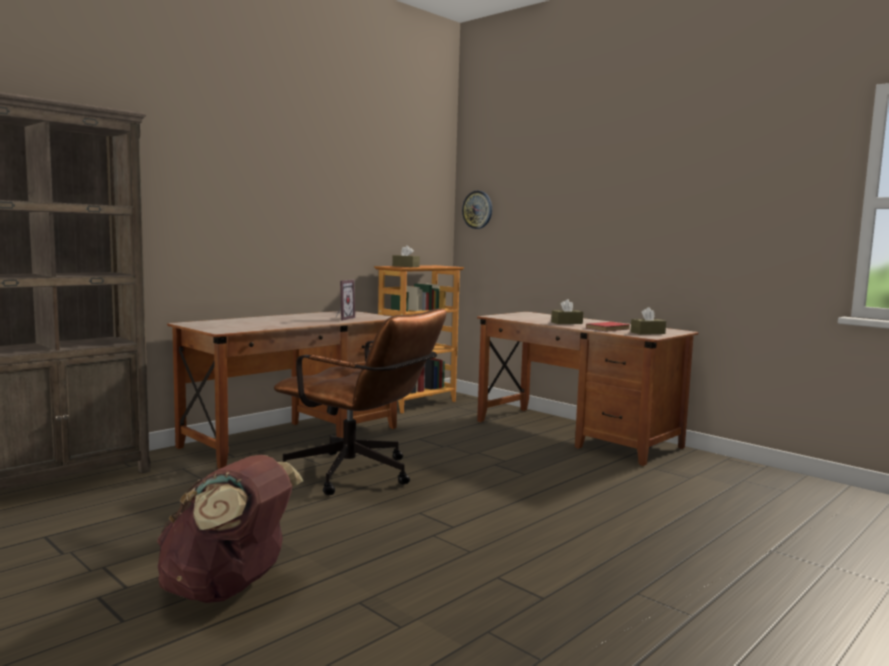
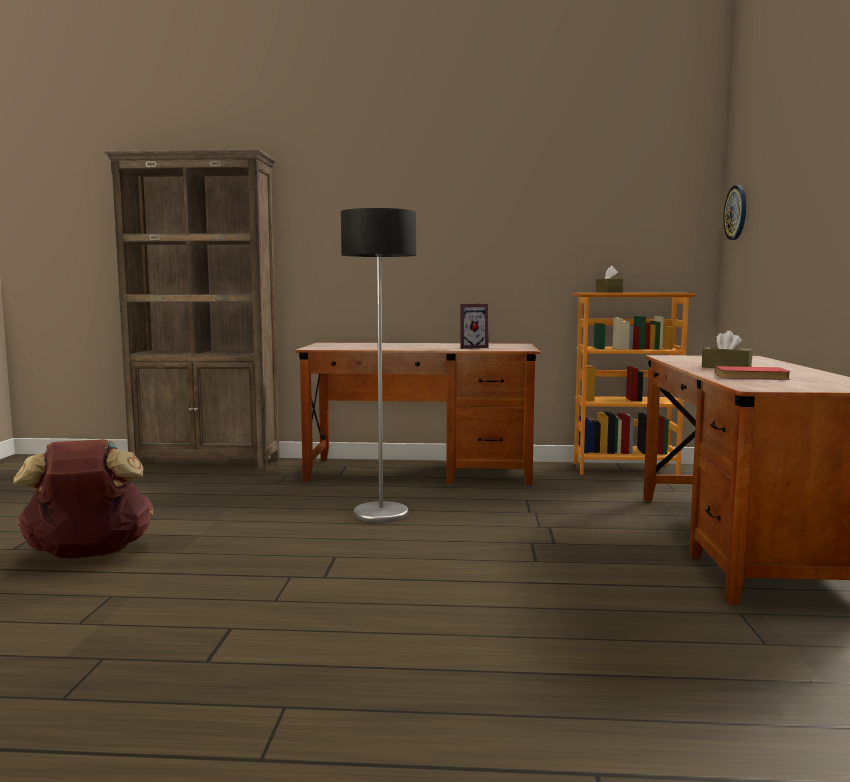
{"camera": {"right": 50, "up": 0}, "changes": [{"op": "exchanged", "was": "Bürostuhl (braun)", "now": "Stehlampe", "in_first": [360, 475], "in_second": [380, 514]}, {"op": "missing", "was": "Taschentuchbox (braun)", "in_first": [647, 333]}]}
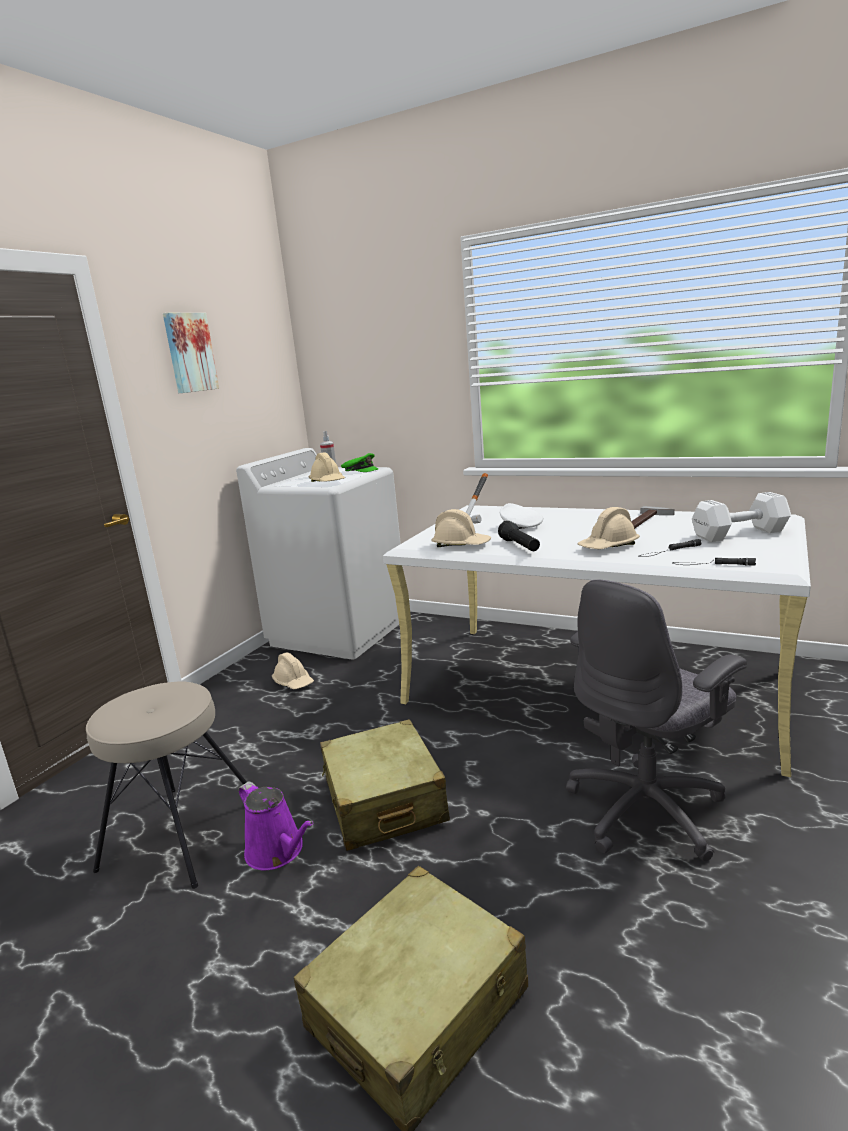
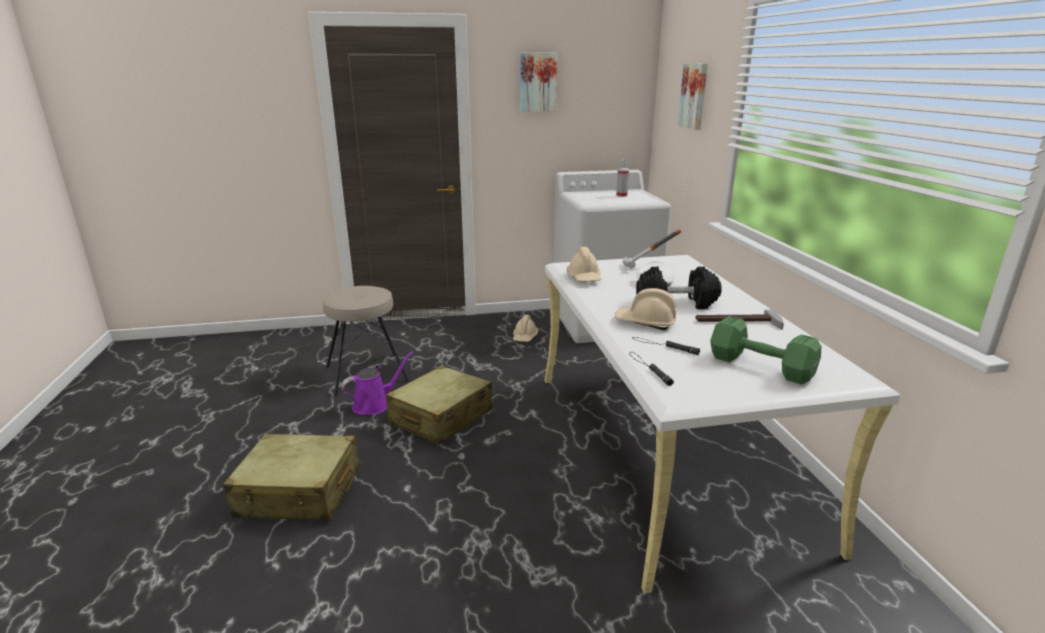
{"camera": {"right": 50, "up": 5}, "changes": [{"op": "spun", "was": "Gießkanne (lila)", "in_first": [278, 851], "in_second": [374, 404], "clockwise": -135}, {"op": "missing", "was": "Schutzhelm (beige)", "in_first": [328, 482]}, {"op": "missing", "was": "Kappe (grün)", "in_first": [360, 470]}, {"op": "missing", "was": "Taschenlampe (schwarz)", "in_first": [520, 546]}, {"op": "missing", "was": "Bürostuhl (grau)", "in_first": [648, 810]}, {"op": "colour", "was": "Hantel (weiß)", "now": "Hantel (grün)", "in_first": [737, 534], "in_second": [758, 365]}, {"op": "appeared", "now": "Hantel (schwarz)", "in_second": [676, 303]}, {"op": "appeared", "now": "Bild", "in_second": [694, 96]}]}
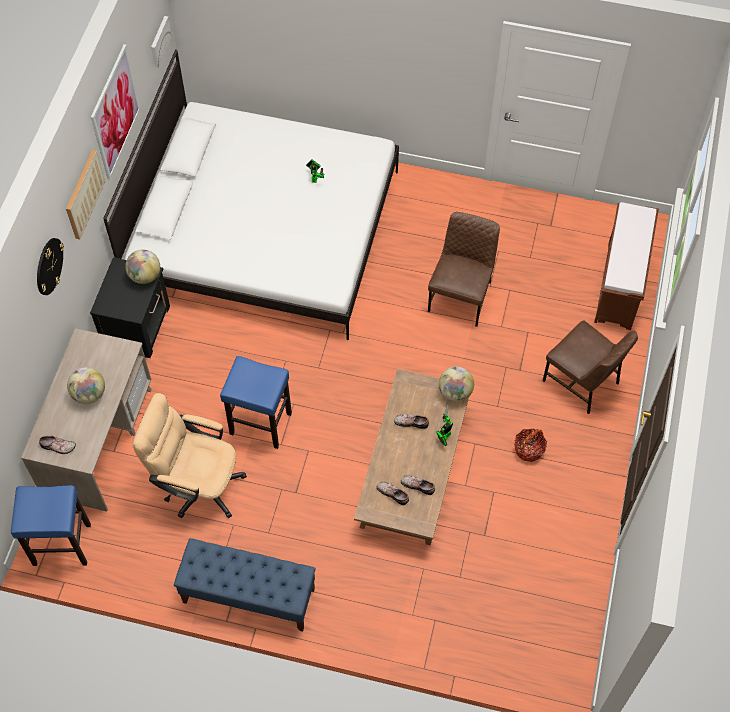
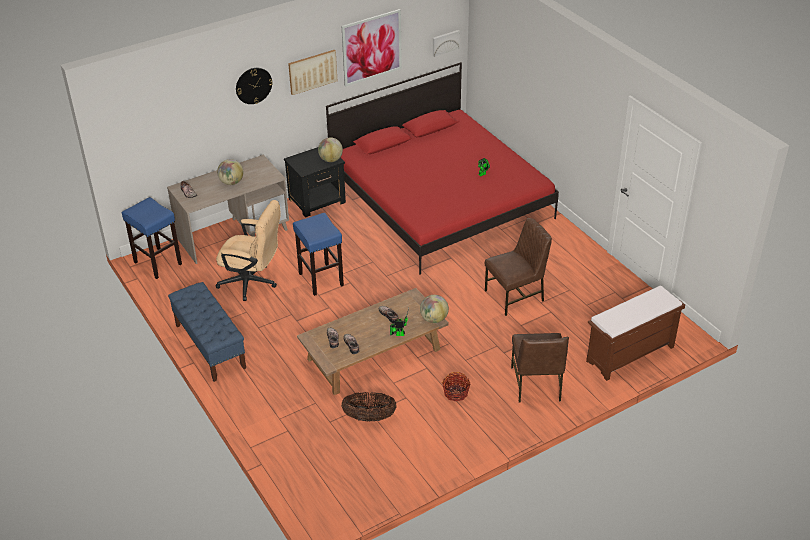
{"camera": {"right": 45, "up": -20}, "changes": [{"op": "colour", "was": "Bett (weiß)", "now": "Bett (rot)", "in_first": [264, 230], "in_second": [441, 201]}, {"op": "spun", "was": "Bürostuhl (beige)", "in_first": [197, 484], "in_second": [253, 283], "clockwise": 135}, {"op": "appeared", "now": "Korb", "in_second": [369, 417]}]}
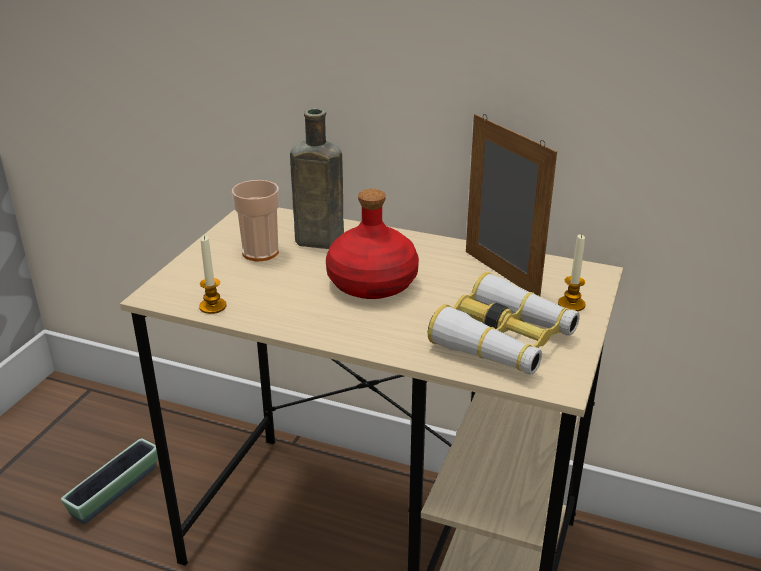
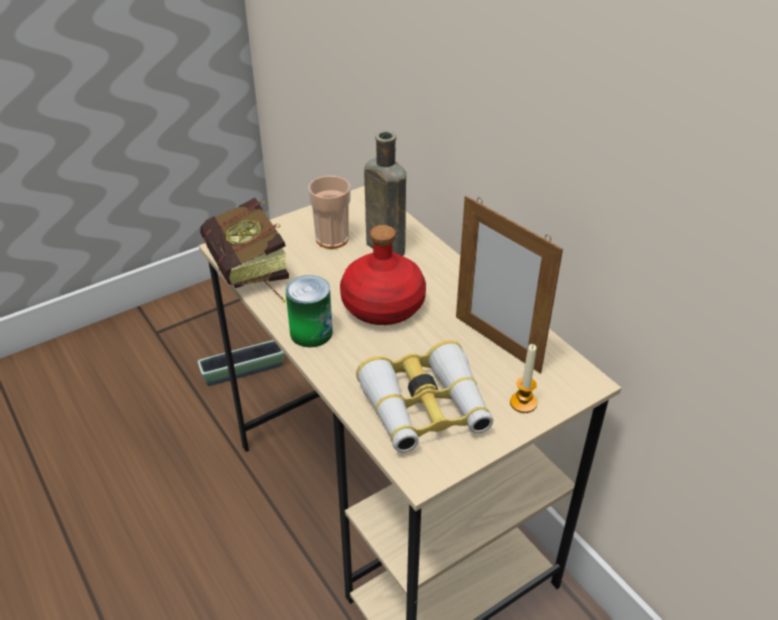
{"camera": {"right": 35, "up": 10}, "changes": [{"op": "exchanged", "was": "Kerze", "now": "Buch", "in_first": [212, 306], "in_second": [251, 275]}, {"op": "spun", "was": "Bilderrahmen", "in_first": [500, 274], "in_second": [497, 343], "clockwise": 135}, {"op": "appeared", "now": "Dose", "in_second": [311, 332]}]}
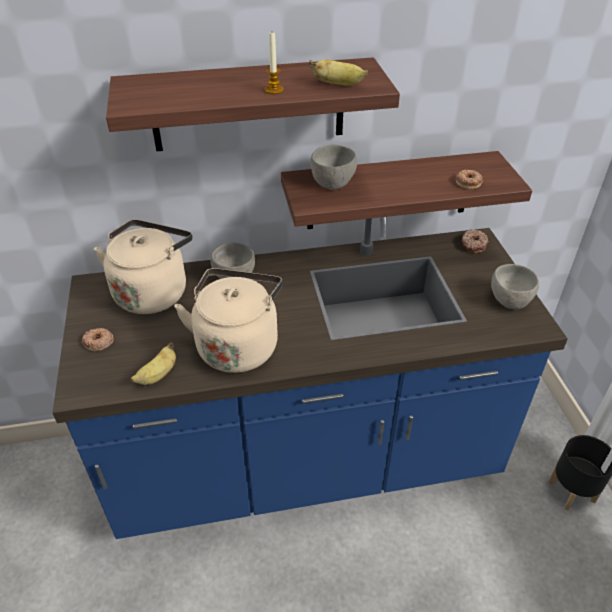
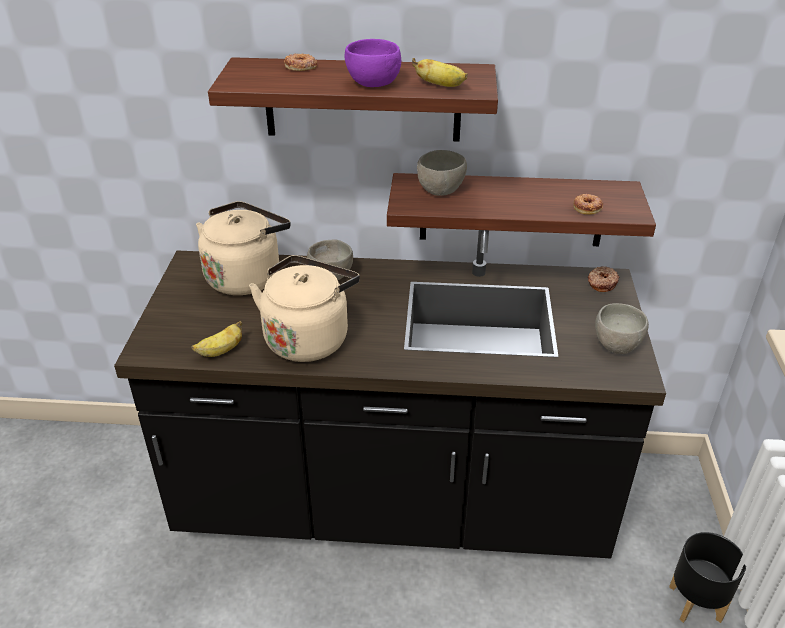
{"camera": {"right": 15, "up": -5}, "changes": [{"op": "colour", "was": "Küchenzeile (blau)", "now": "Küchenzeile (schwarz)", "in_first": [306, 463], "in_second": [392, 504]}, {"op": "relocated", "was": "Donut", "in_first": [98, 342], "in_second": [300, 66]}, {"op": "exchanged", "was": "Kerze", "now": "Schüssel (lila)", "in_first": [274, 90], "in_second": [374, 84]}]}
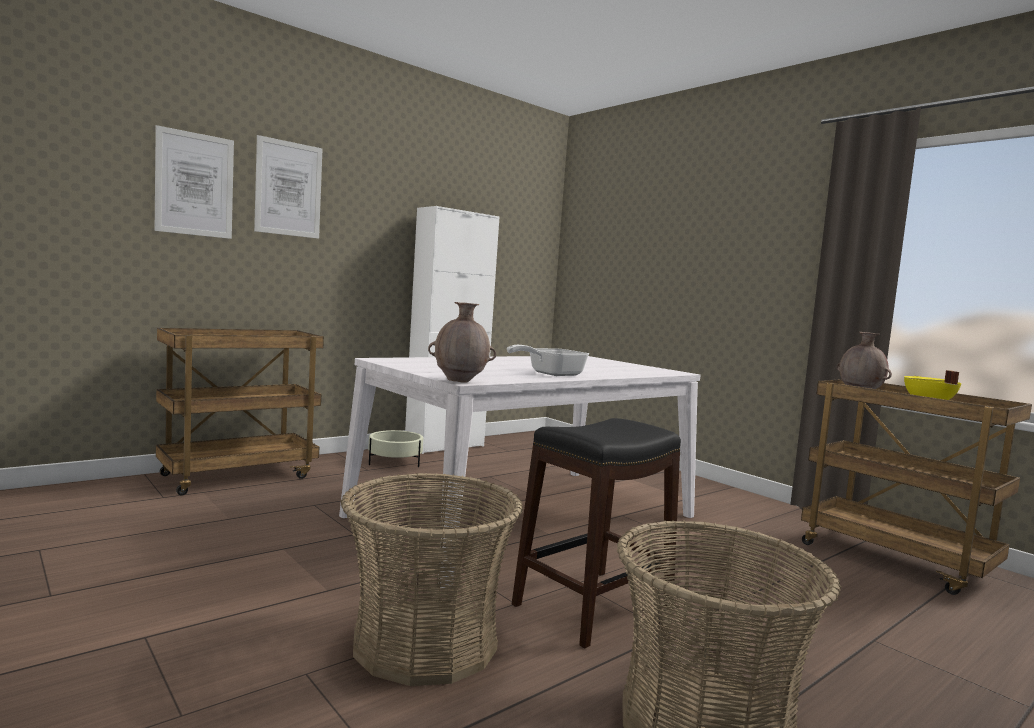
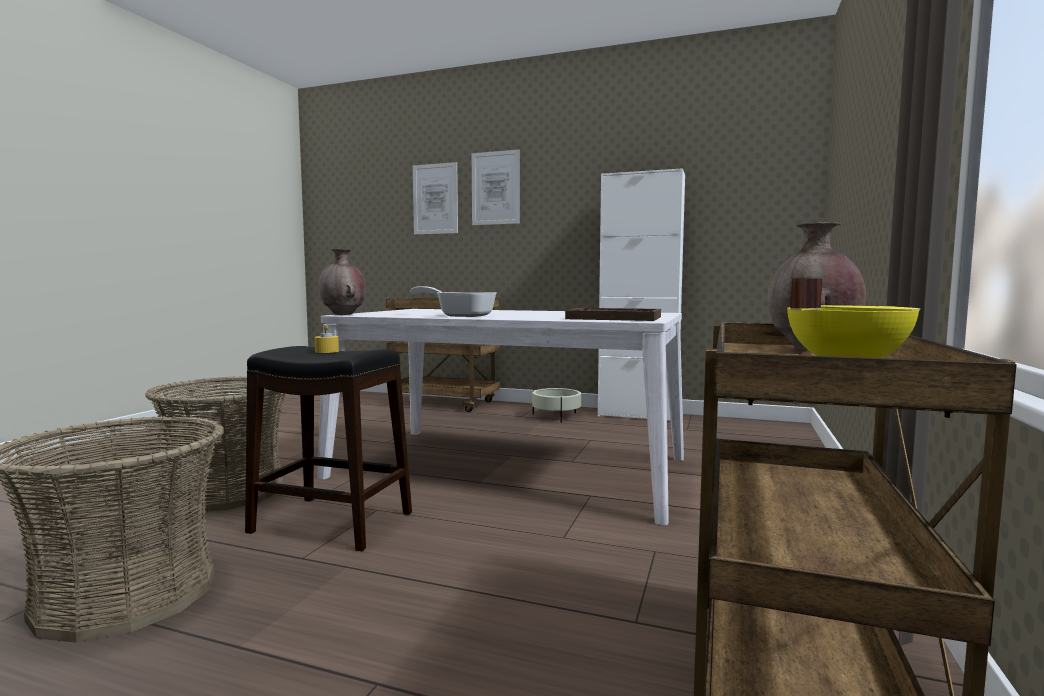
{"camera": {"right": 60, "up": 0}, "changes": [{"op": "appeared", "now": "Kerze (gelb)", "in_second": [327, 351]}, {"op": "appeared", "now": "Tablett (braun)", "in_second": [614, 318]}]}
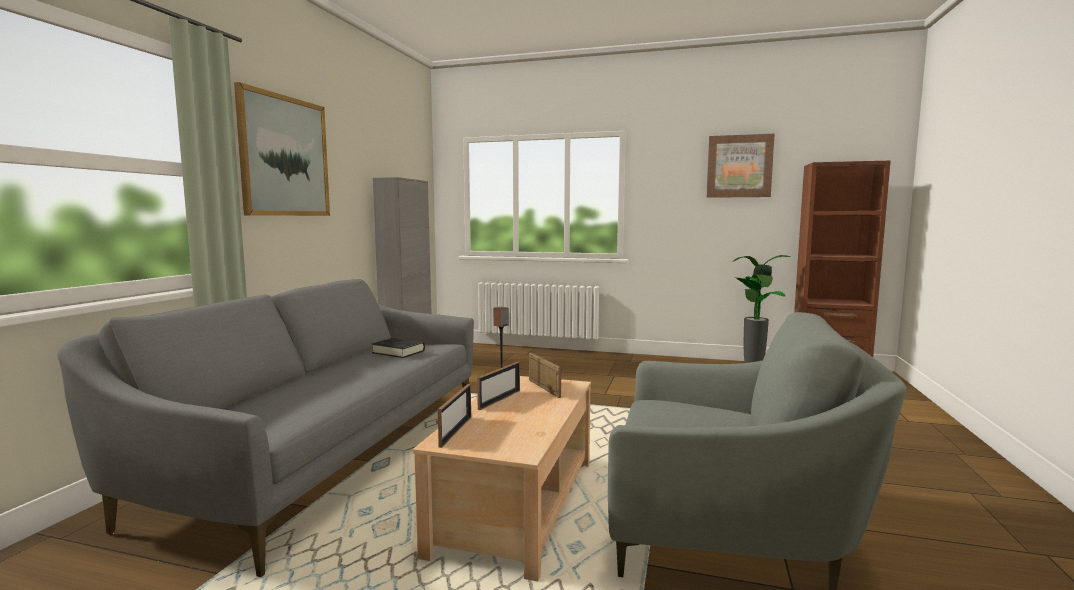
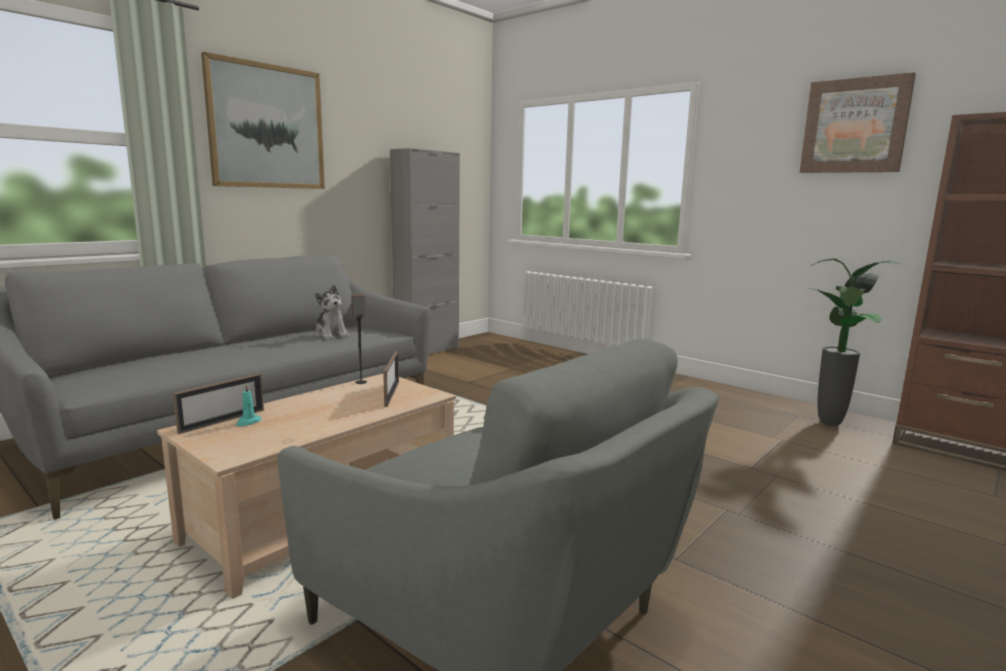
{"camera": {"right": 25, "up": 5}, "changes": [{"op": "exchanged", "was": "Buch (schwarz)", "now": "Plüschtier", "in_first": [398, 352], "in_second": [331, 335]}, {"op": "missing", "was": "Bilderrahmen", "in_first": [499, 399]}, {"op": "appeared", "now": "Kerze (türkis)", "in_second": [248, 422]}]}
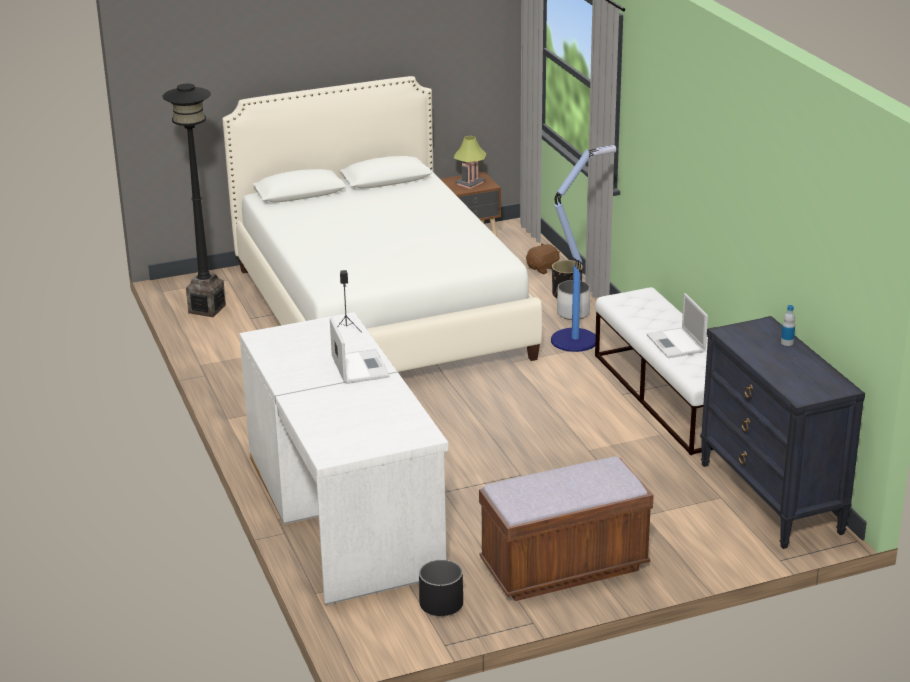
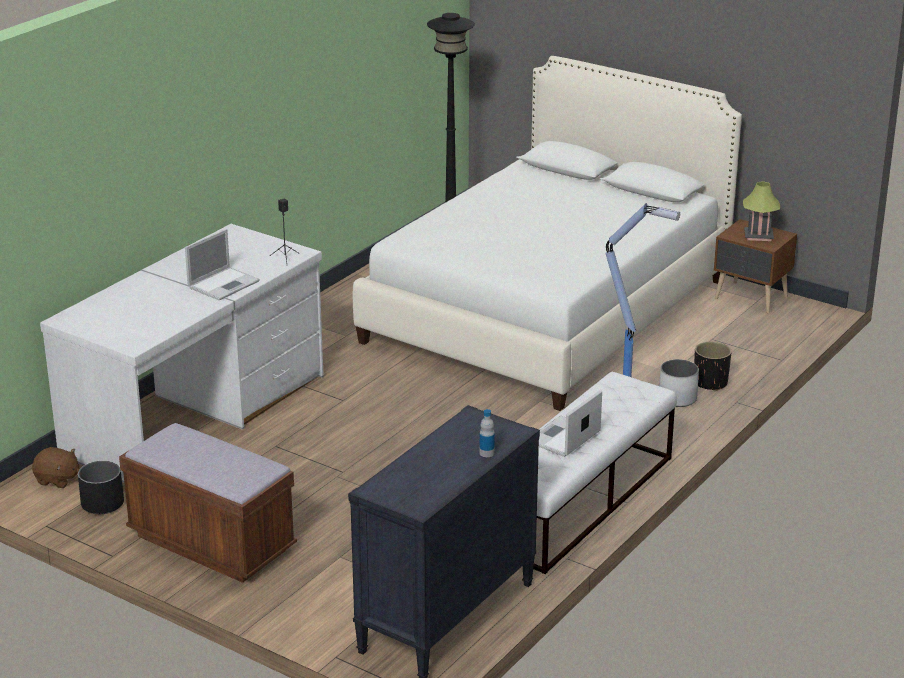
{"camera": {"right": 55, "up": 0}, "changes": [{"op": "relocated", "was": "Plüschtier (braun)", "in_first": [543, 269], "in_second": [57, 480]}]}
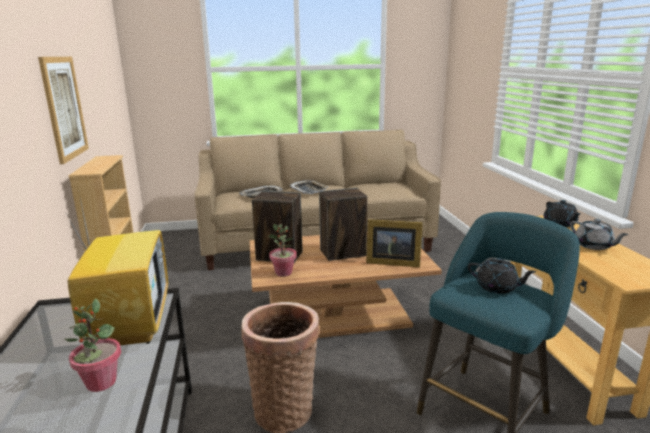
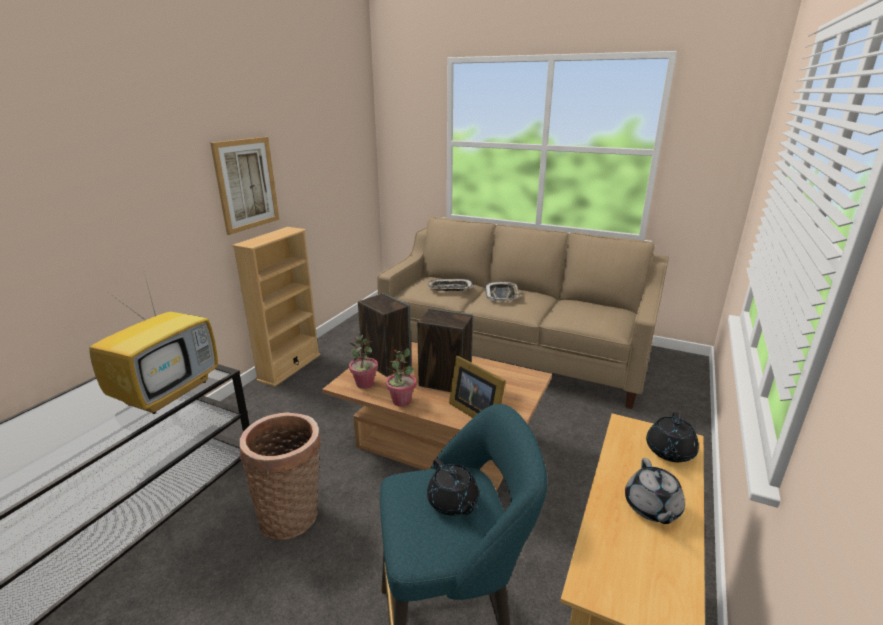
{"camera": {"right": 35, "up": 5}, "changes": [{"op": "relocated", "was": "Topfpflanze", "in_first": [101, 382], "in_second": [401, 401]}]}
